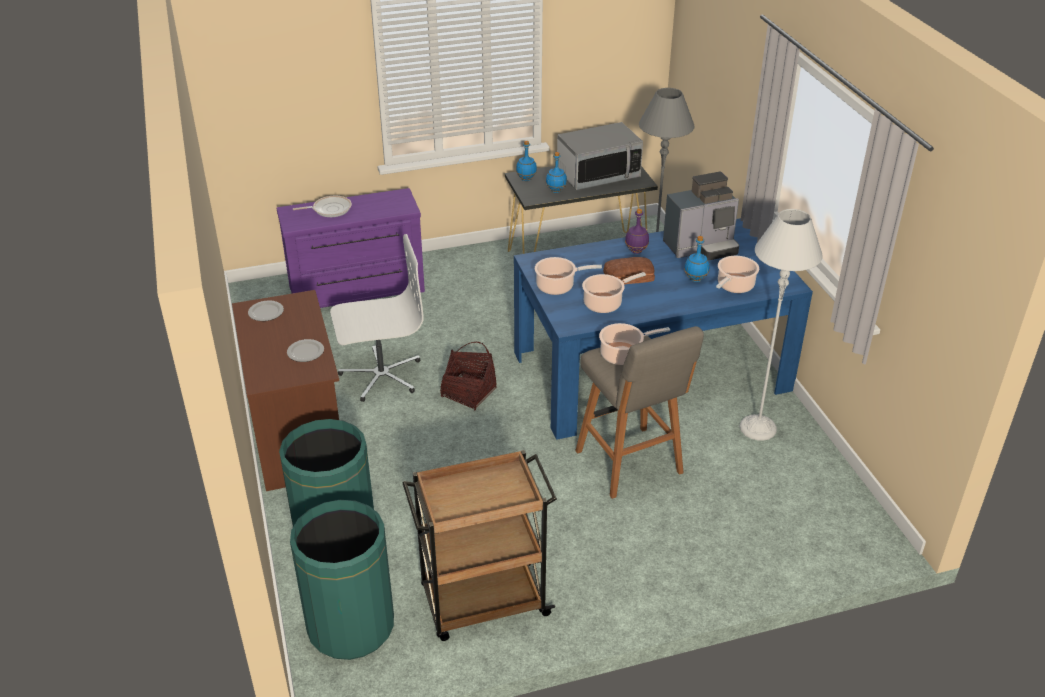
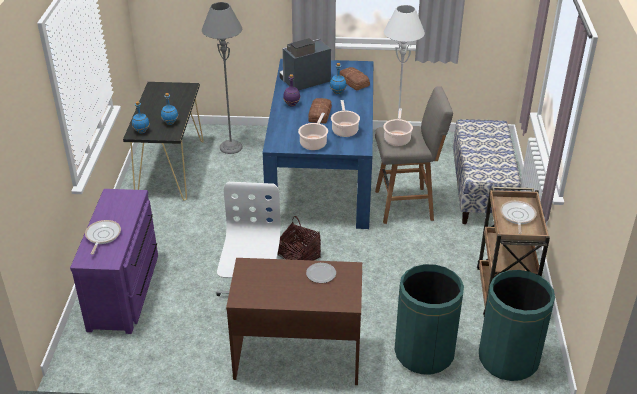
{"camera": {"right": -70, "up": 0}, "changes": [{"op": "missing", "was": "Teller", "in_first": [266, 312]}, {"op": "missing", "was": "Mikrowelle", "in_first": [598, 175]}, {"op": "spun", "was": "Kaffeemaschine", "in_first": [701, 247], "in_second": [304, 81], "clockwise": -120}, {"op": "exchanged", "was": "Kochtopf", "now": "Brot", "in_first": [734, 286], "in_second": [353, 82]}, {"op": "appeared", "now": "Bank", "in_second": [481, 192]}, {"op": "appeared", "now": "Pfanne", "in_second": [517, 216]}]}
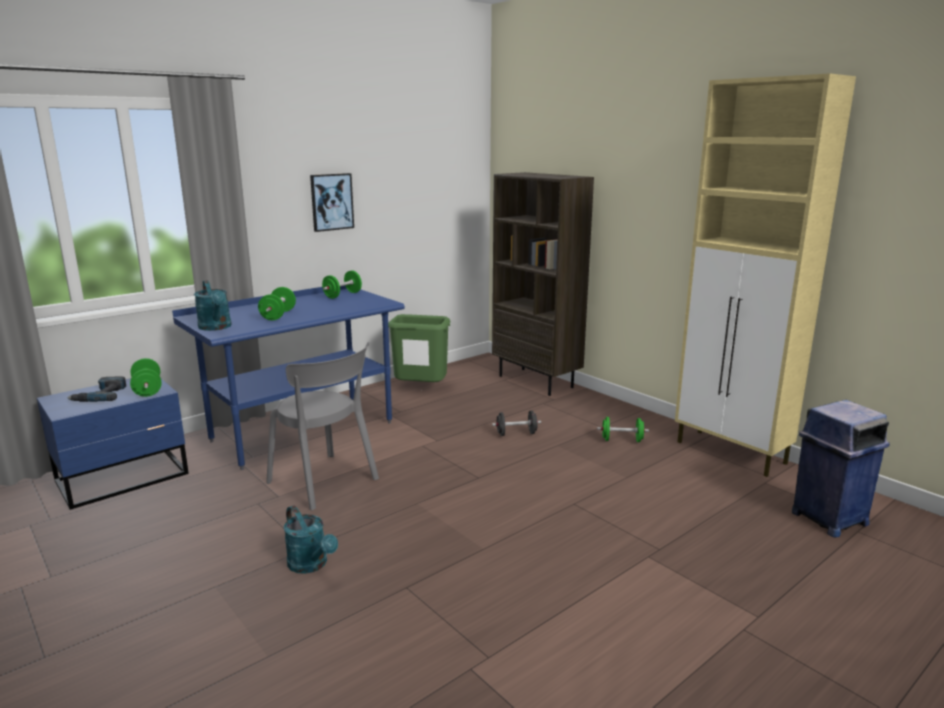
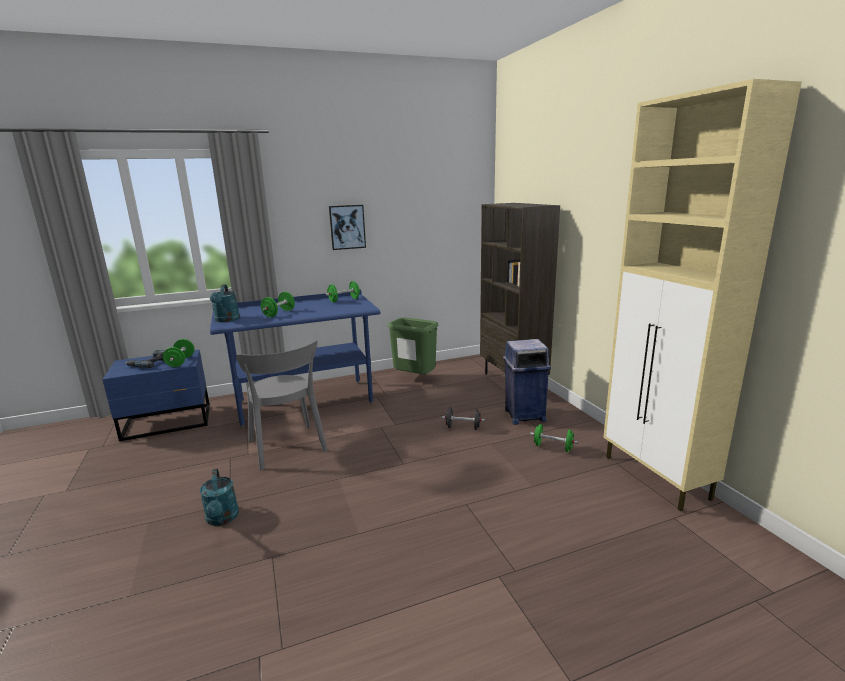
{"camera": {"right": 20, "up": 0}, "changes": [{"op": "relocated", "was": "Mülleimer (blau)", "in_first": [828, 519], "in_second": [523, 415]}]}
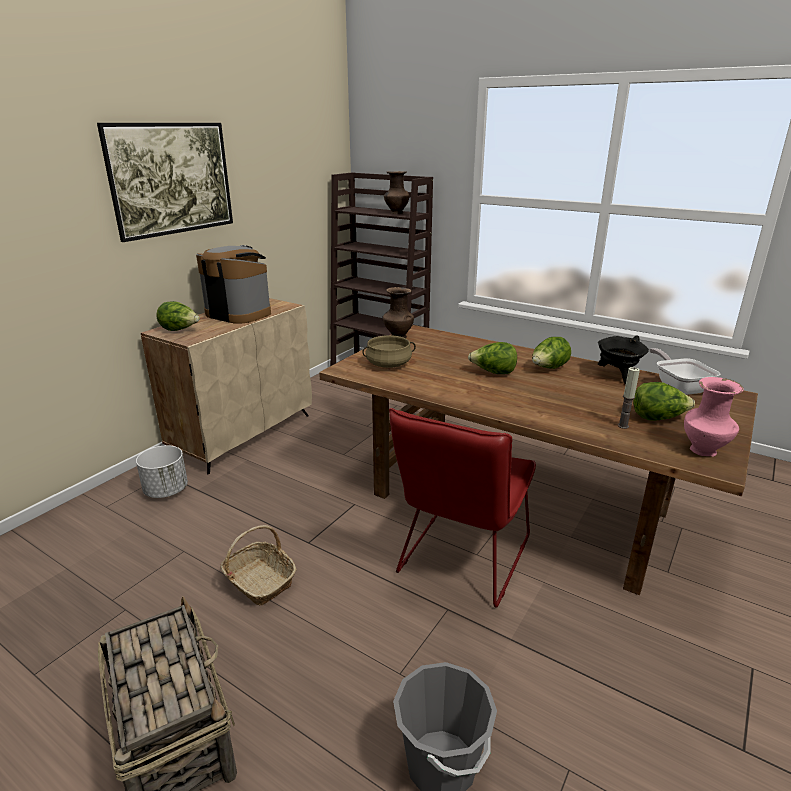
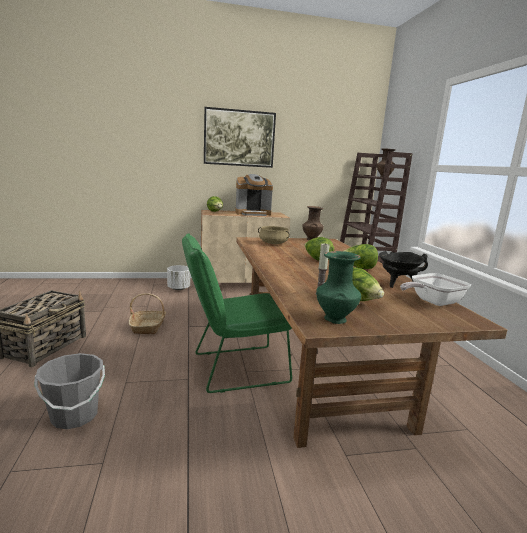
{"camera": {"right": 45, "up": -10}, "changes": [{"op": "spun", "was": "Kaffeemaschine", "in_first": [239, 313], "in_second": [253, 213], "clockwise": 90}, {"op": "colour", "was": "Stuhl (rot)", "now": "Stuhl (grün)", "in_first": [460, 560], "in_second": [233, 368]}, {"op": "spun", "was": "Pfanne", "in_first": [678, 387], "in_second": [432, 302], "clockwise": -150}, {"op": "colour", "was": "Vase (rosa)", "now": "Vase (grün)", "in_first": [704, 451], "in_second": [335, 320]}]}
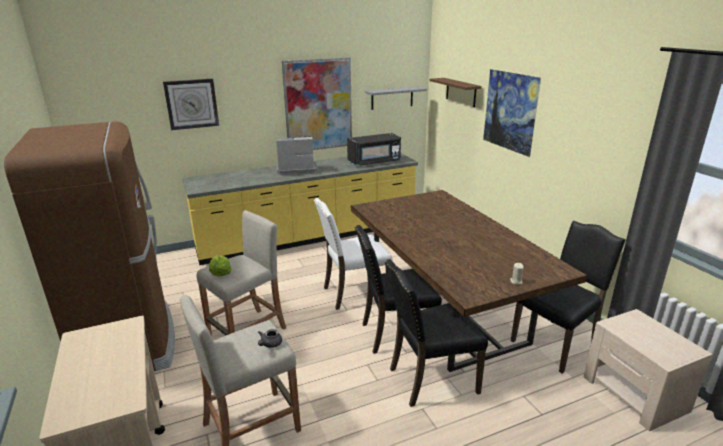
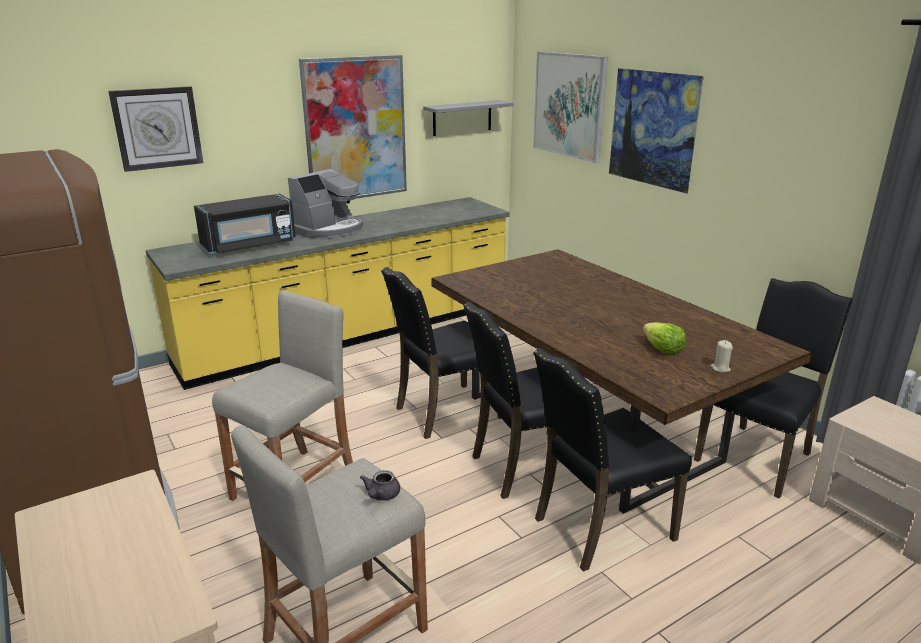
{"camera": {"right": -10, "up": 0}, "changes": [{"op": "relocated", "was": "Salatkopf", "in_first": [220, 272], "in_second": [662, 349]}, {"op": "spun", "was": "Kaffeemaschine", "in_first": [296, 169], "in_second": [329, 230], "clockwise": 150}, {"op": "colour", "was": "Stuhl (weiß)", "now": "Stuhl (schwarz)", "in_first": [354, 293], "in_second": [445, 412]}, {"op": "relocated", "was": "Mikrowelle (schwarz)", "in_first": [374, 162], "in_second": [249, 245]}, {"op": "exchanged", "was": "Wandregal (braun)", "now": "Bild", "in_first": [461, 92], "in_second": [569, 105]}]}
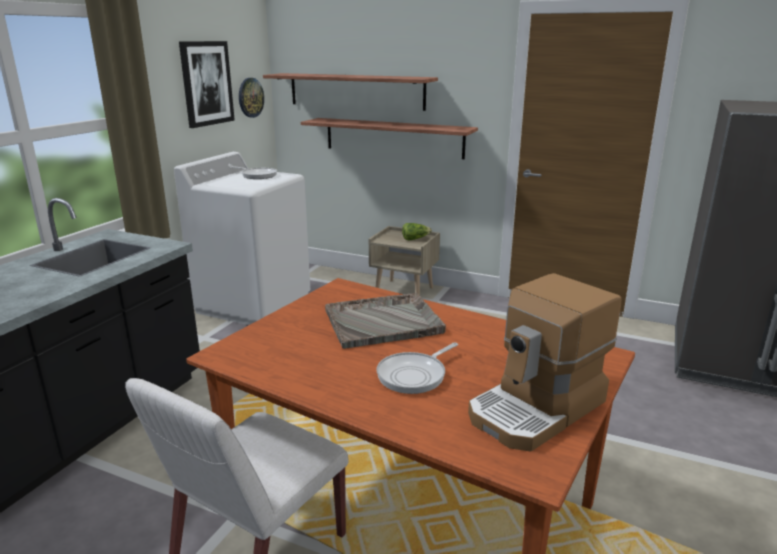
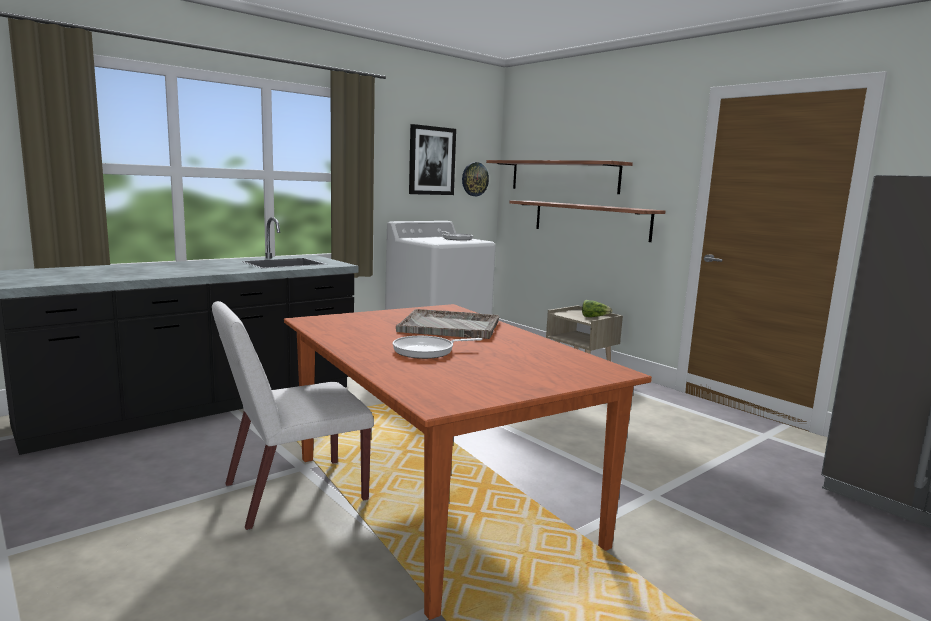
{"camera": {"right": 25, "up": -10}, "changes": [{"op": "missing", "was": "Kaffeemaschine", "in_first": [537, 409]}]}
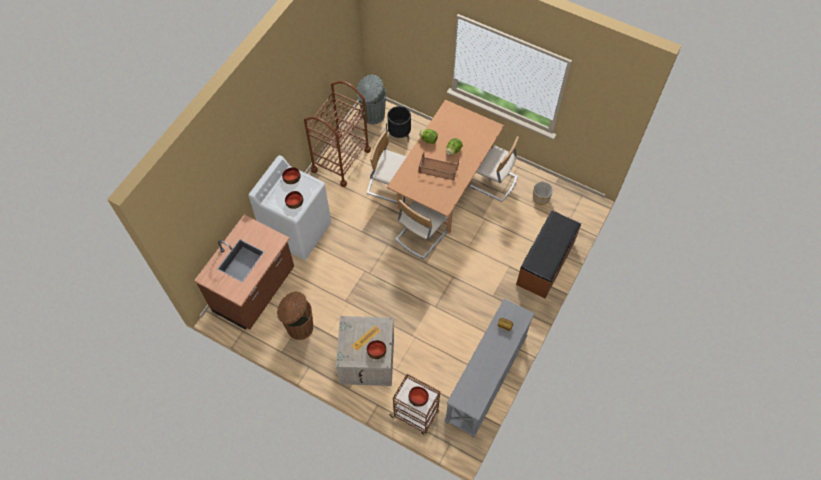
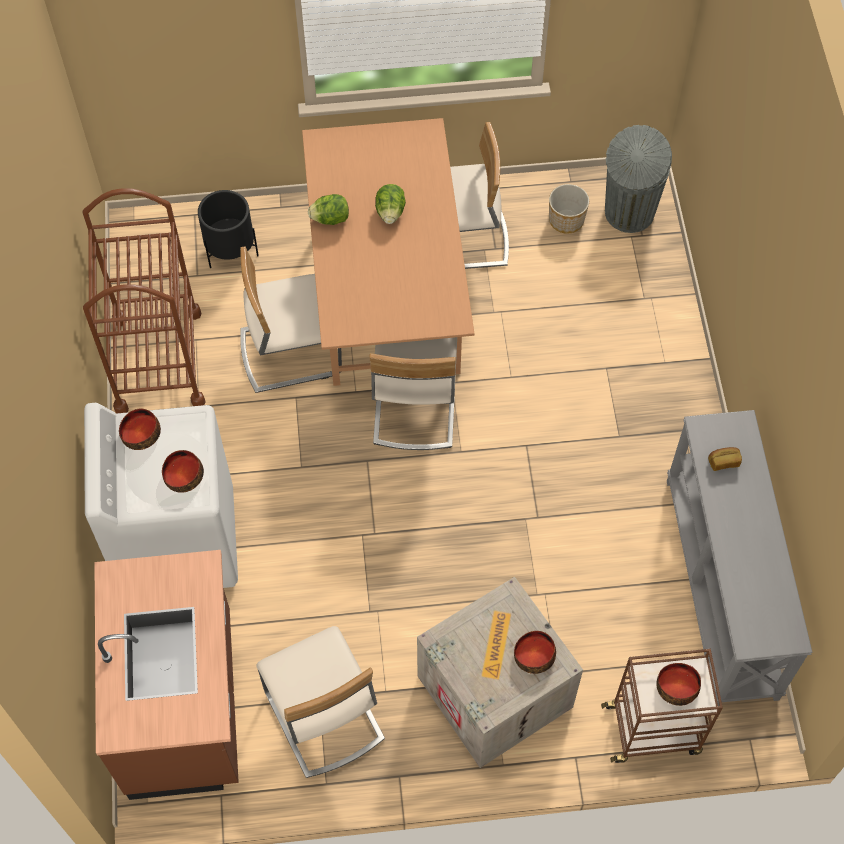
{"camera": {"right": -35, "up": 0}, "changes": [{"op": "exchanged", "was": "Mülleimer (braun)", "now": "Stuhl (beige)", "in_first": [299, 327], "in_second": [323, 716]}, {"op": "relocated", "was": "Mülleimer (grau)", "in_first": [372, 115], "in_second": [628, 214]}, {"op": "missing", "was": "Tablett (braun)", "in_first": [438, 169]}, {"op": "missing", "was": "Bank (braun)", "in_first": [546, 263]}]}
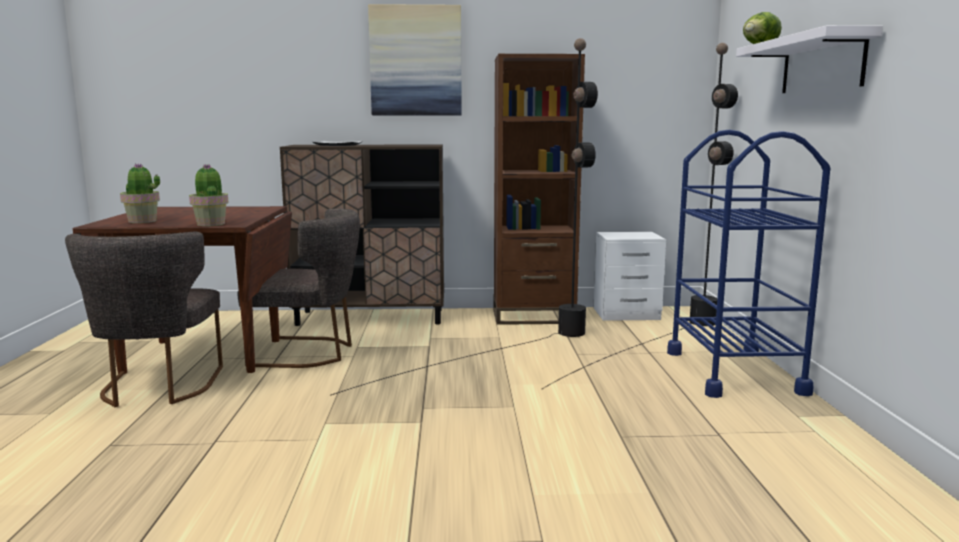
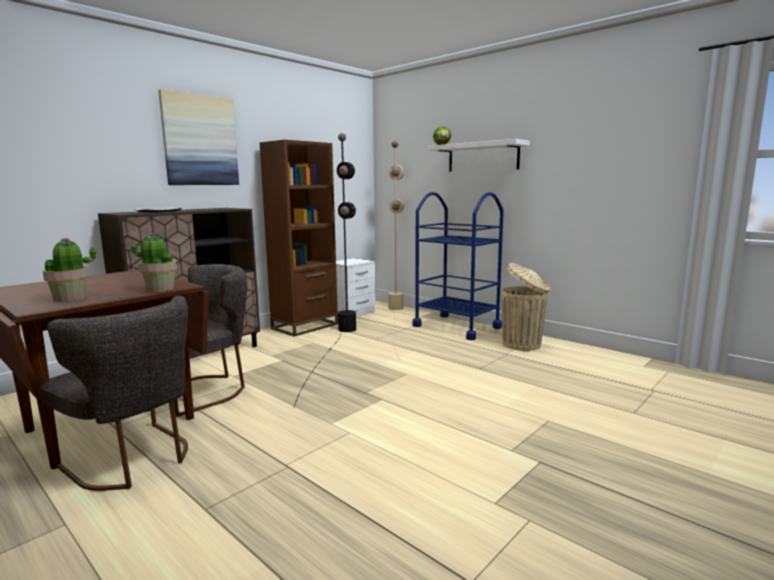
{"camera": {"right": -45, "up": 0}, "changes": [{"op": "colour", "was": "Stehlampe (schwarz)", "now": "Stehlampe (beige)", "in_first": [664, 337], "in_second": [395, 319]}, {"op": "appeared", "now": "Mülleimer (beige)", "in_second": [523, 345]}]}
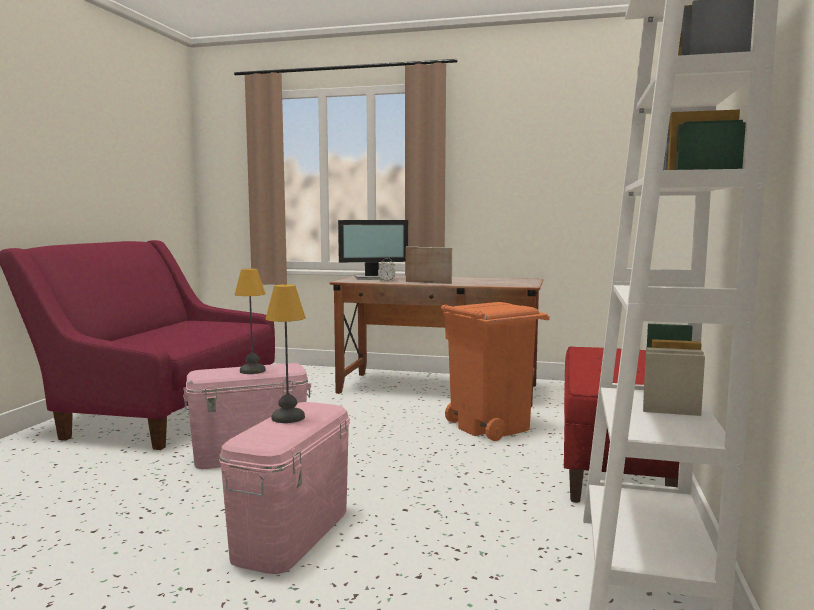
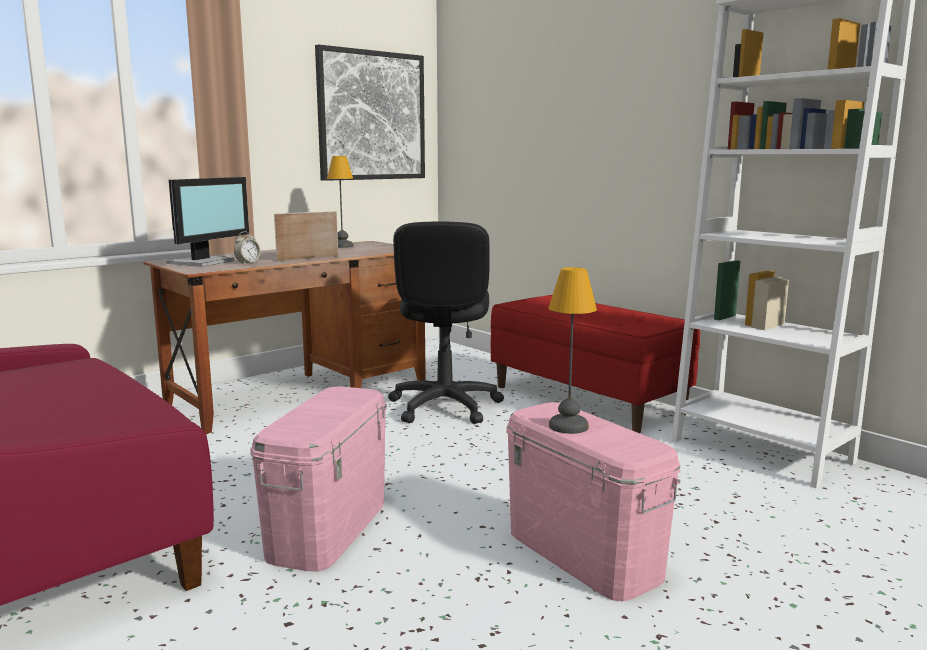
{"camera": {"right": -55, "up": 5}, "changes": [{"op": "relocated", "was": "Tischlampe", "in_first": [252, 370], "in_second": [341, 246]}, {"op": "exchanged", "was": "Mülleimer (orange)", "now": "Bürostuhl (schwarz)", "in_first": [491, 426], "in_second": [444, 406]}, {"op": "appeared", "now": "Bild", "in_second": [372, 116]}]}
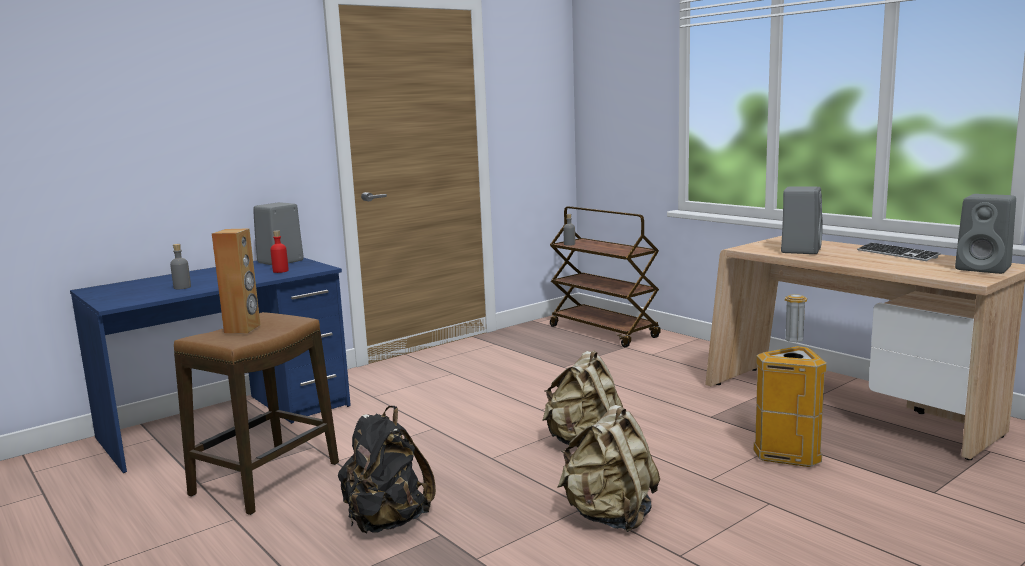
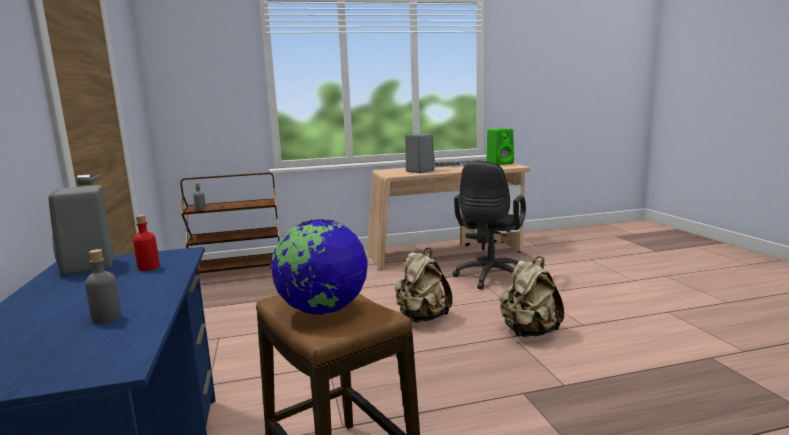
{"camera": {"right": -65, "up": 0}, "changes": [{"op": "exchanged", "was": "Lautsprecher (braun)", "now": "Globus", "in_first": [243, 329], "in_second": [322, 311]}, {"op": "missing", "was": "Rucksack (schwarz)", "in_first": [386, 522]}, {"op": "exchanged", "was": "Mülleimer", "now": "Bürostuhl (schwarz)", "in_first": [787, 457], "in_second": [489, 278]}, {"op": "colour", "was": "Lautsprecher (grau)", "now": "Lautsprecher (grün)", "in_first": [985, 268], "in_second": [500, 163]}]}
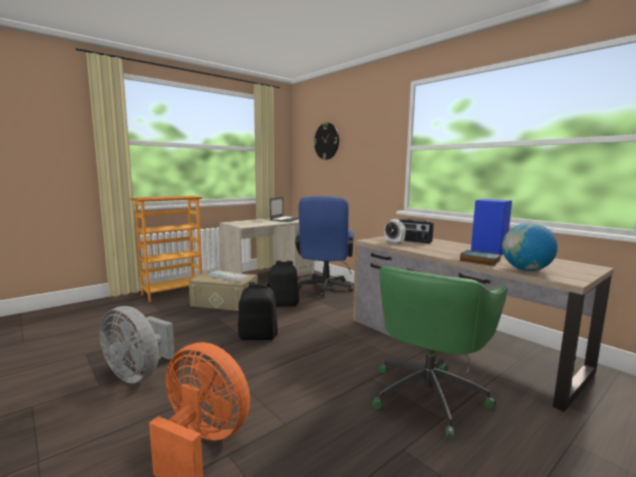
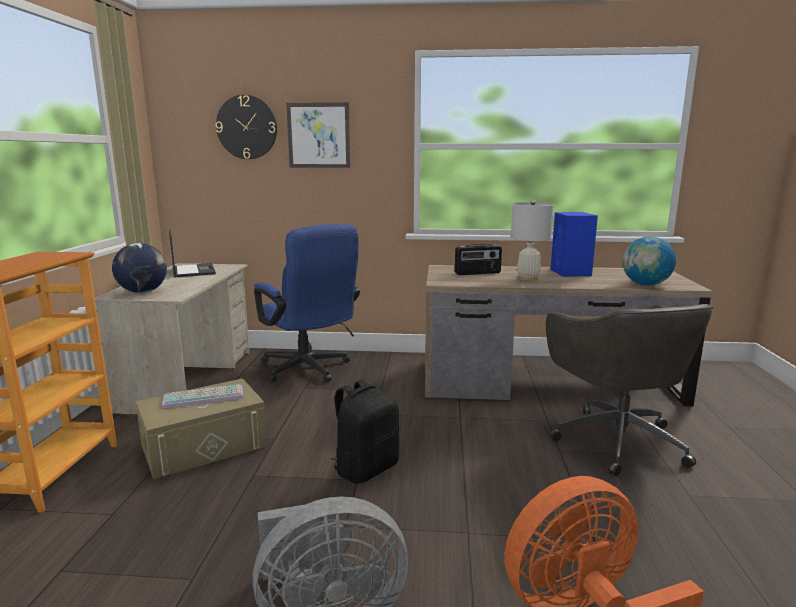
{"camera": {"right": -45, "up": 5}, "changes": [{"op": "missing", "was": "Rucksack (schwarz)", "in_first": [283, 304]}, {"op": "colour", "was": "Bürostuhl (grün)", "now": "Bürostuhl (grau)", "in_first": [429, 394], "in_second": [616, 439]}, {"op": "missing", "was": "Wecker", "in_first": [394, 242]}, {"op": "missing", "was": "Buch", "in_first": [478, 261]}, {"op": "appeared", "now": "Globus", "in_second": [143, 292]}, {"op": "appeared", "now": "Bild", "in_second": [318, 135]}, {"op": "appeared", "now": "Tischlampe (weiß)", "in_second": [528, 278]}]}
